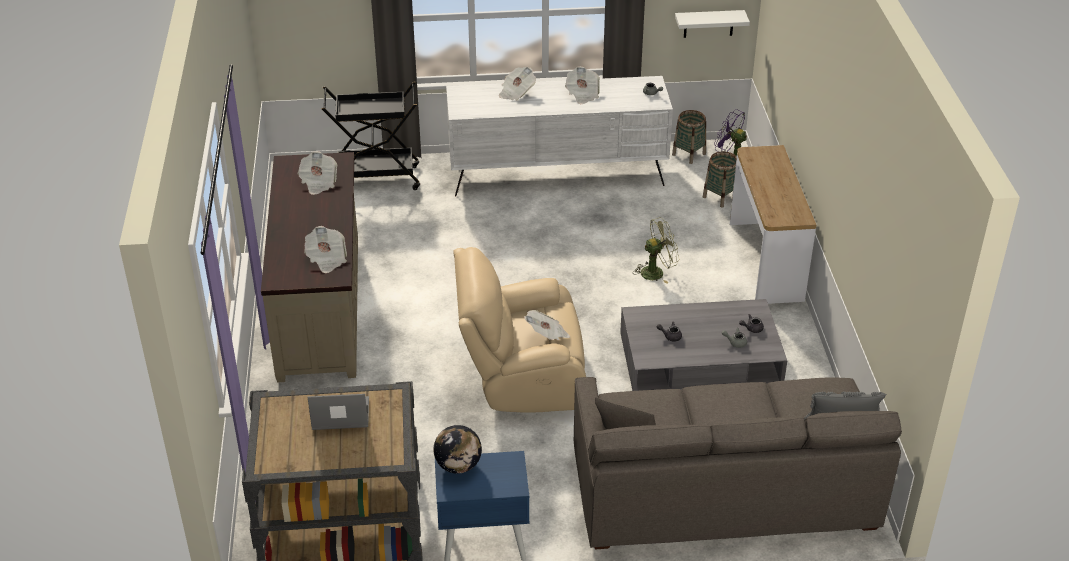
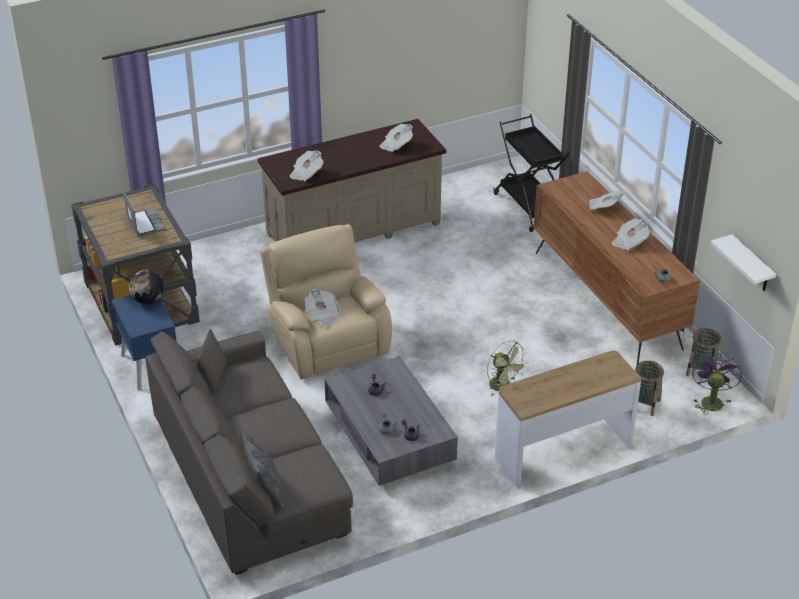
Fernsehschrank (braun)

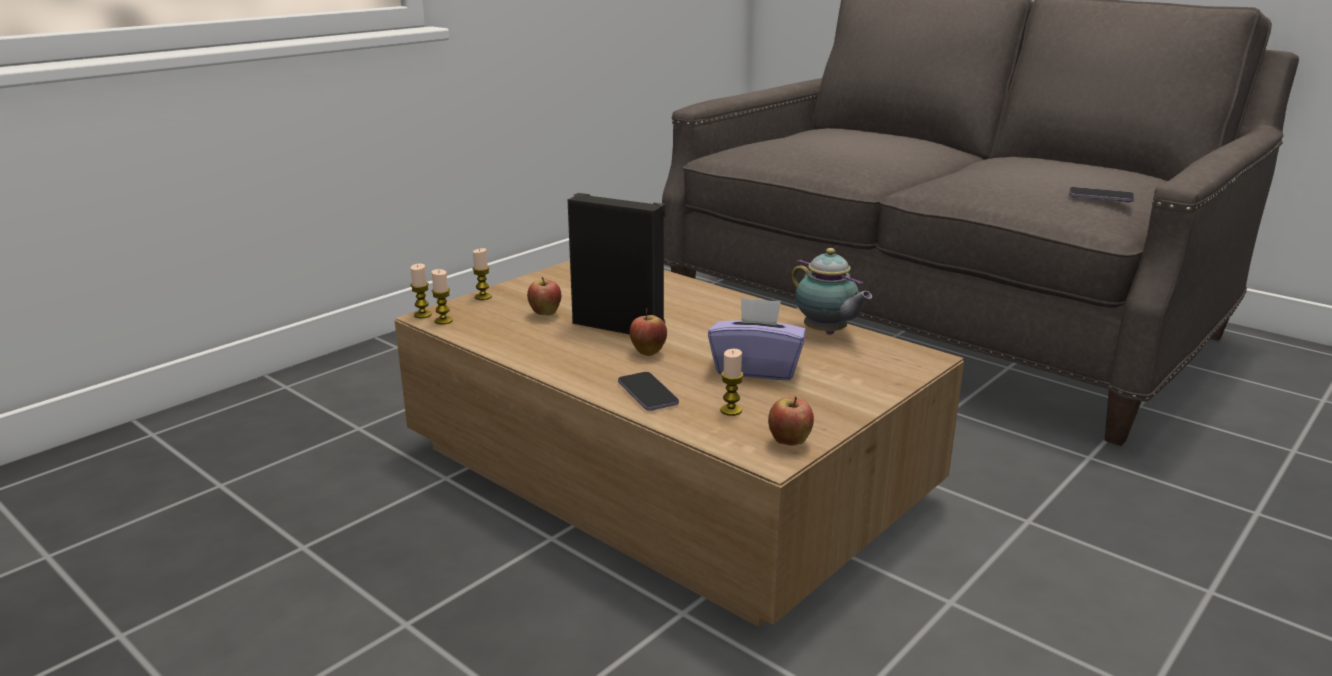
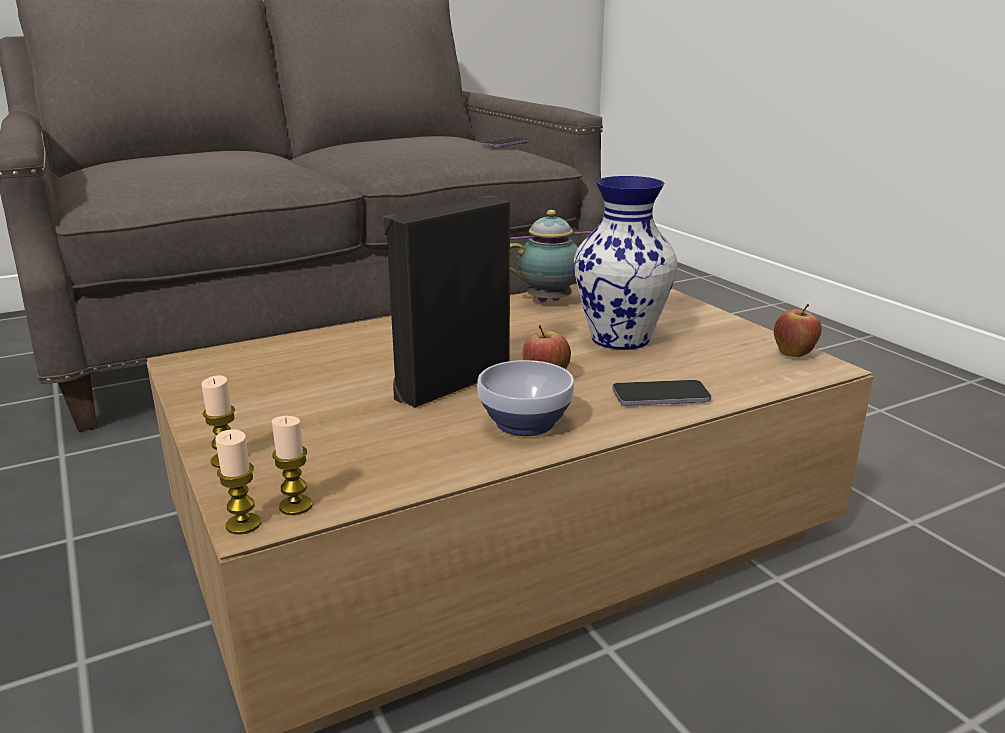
Apfel (1st from left in the first image); Kerze (4th from left in the first image); Schüssel; Vase

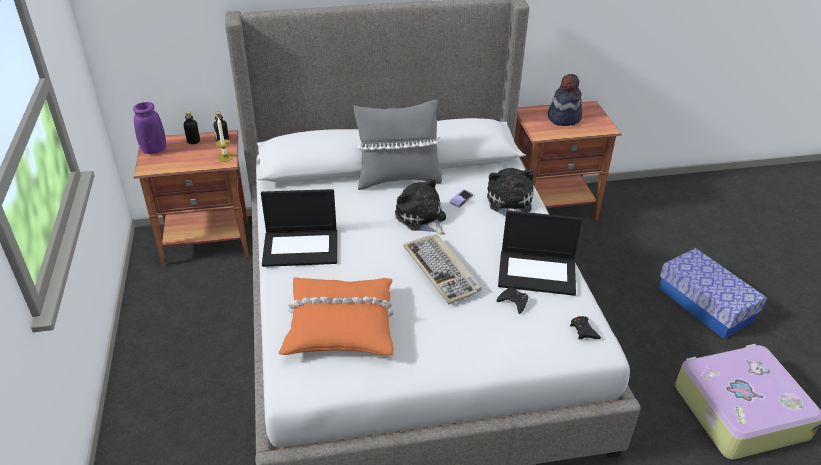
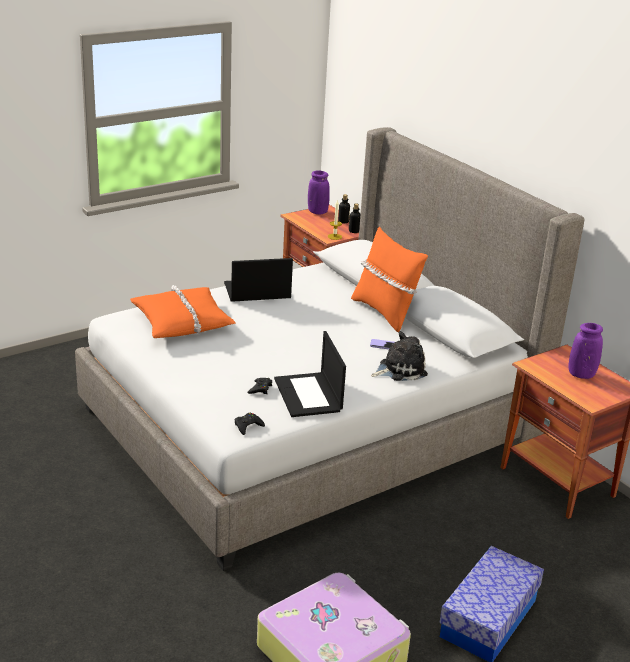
Plüschtier (1st from left in the first image); Tastatur; Vase (lila) (2nd from left); Kissen (orange) (2nd from left); Laptop (1st from left)

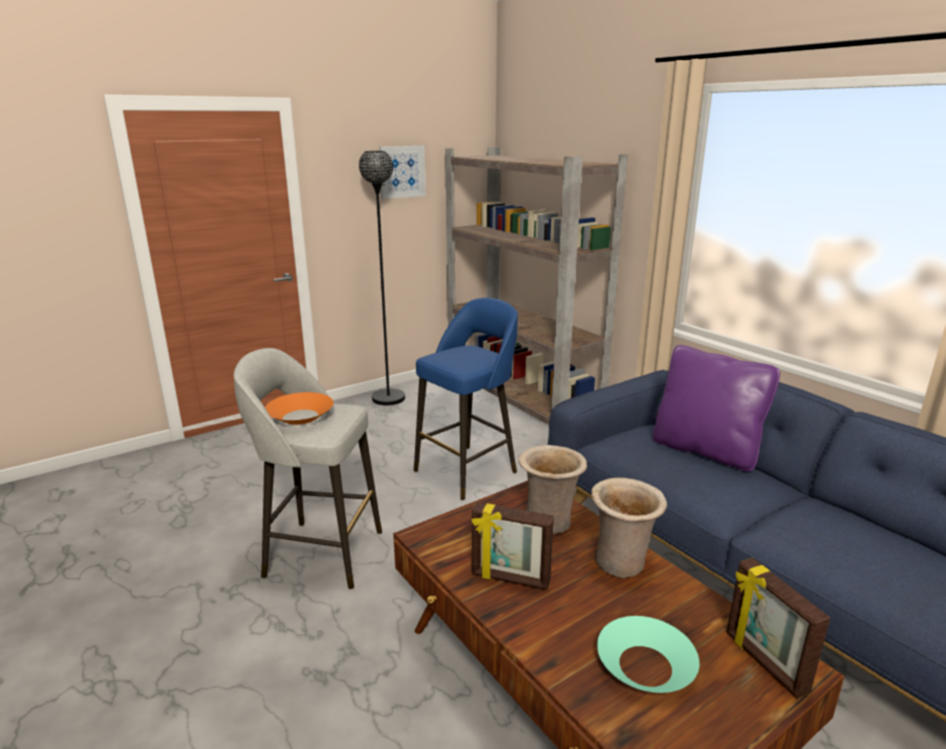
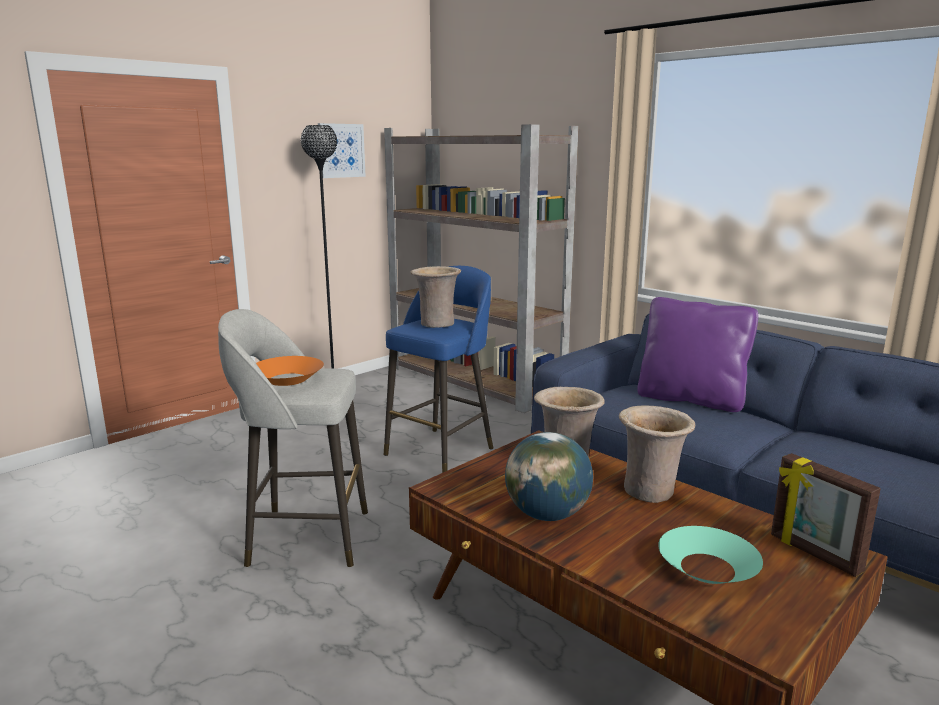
Vase (beige) (1st from left); Globus

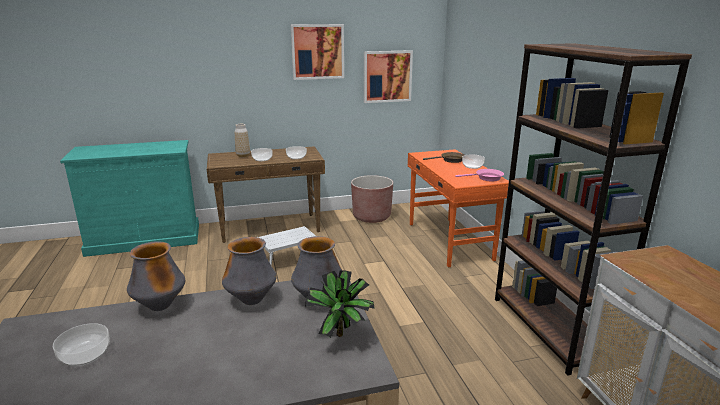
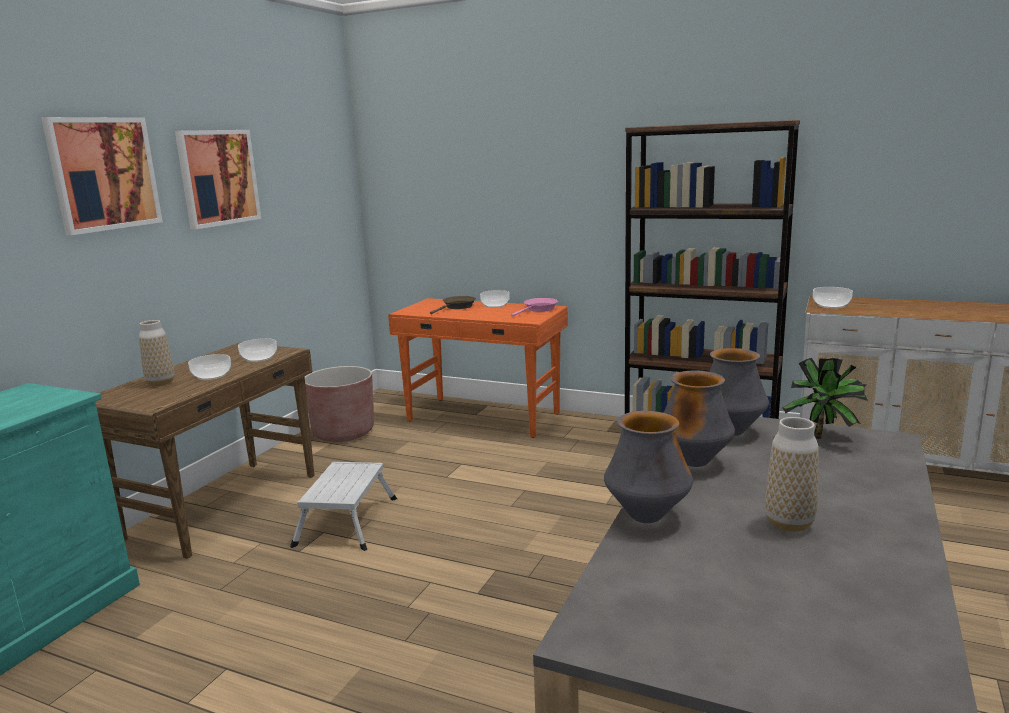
Vase (5th from left); Schüssel (4th from left); Bild (1st from left)

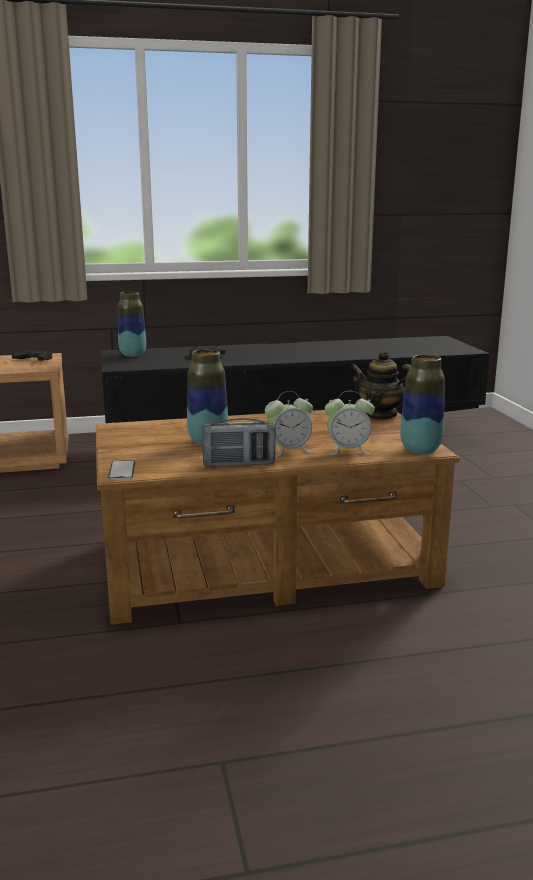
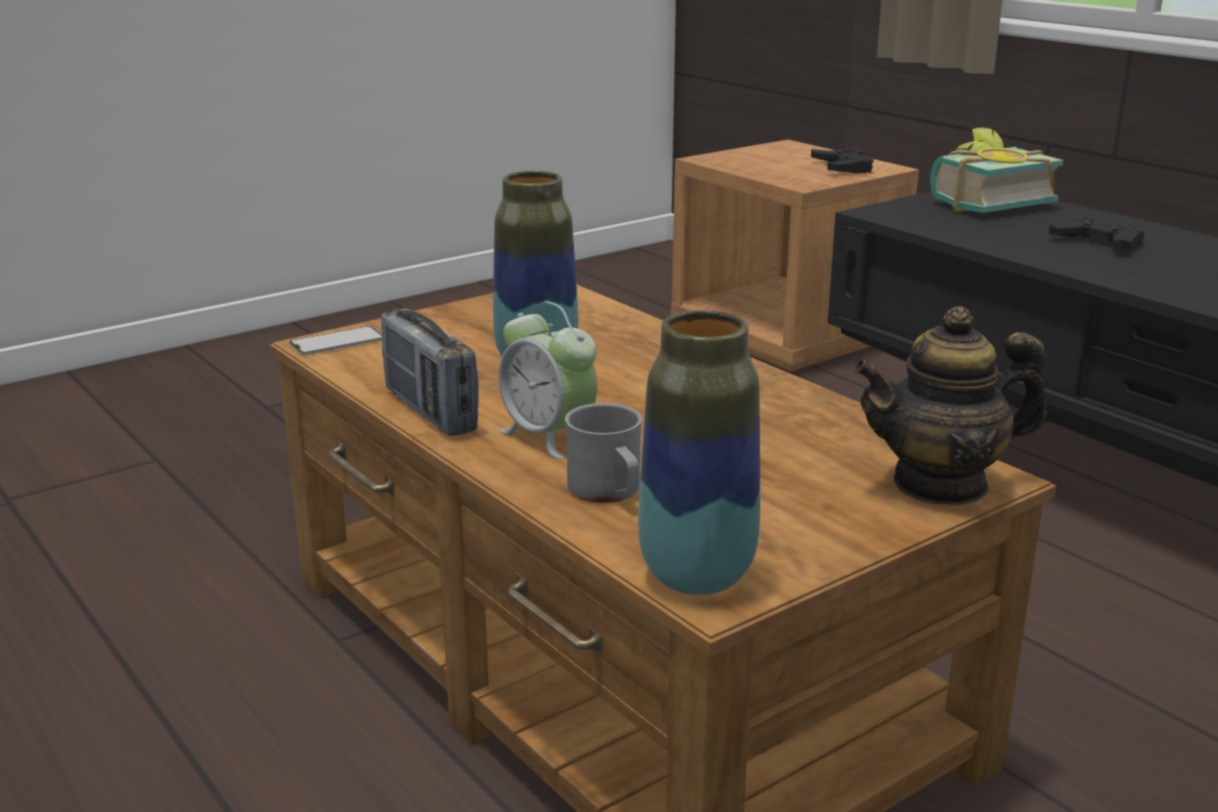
Buch; Henkelbecher (grau); Teekanne

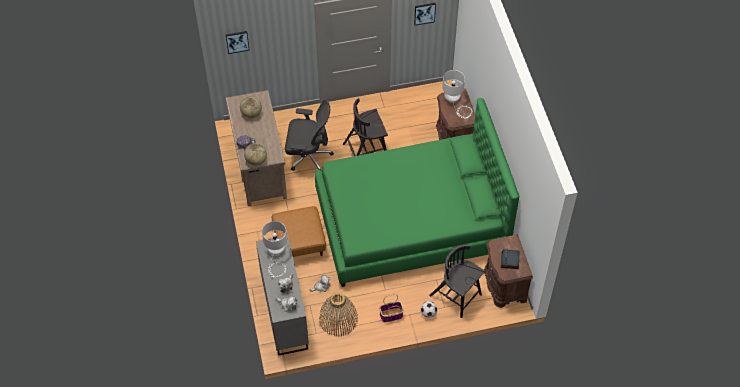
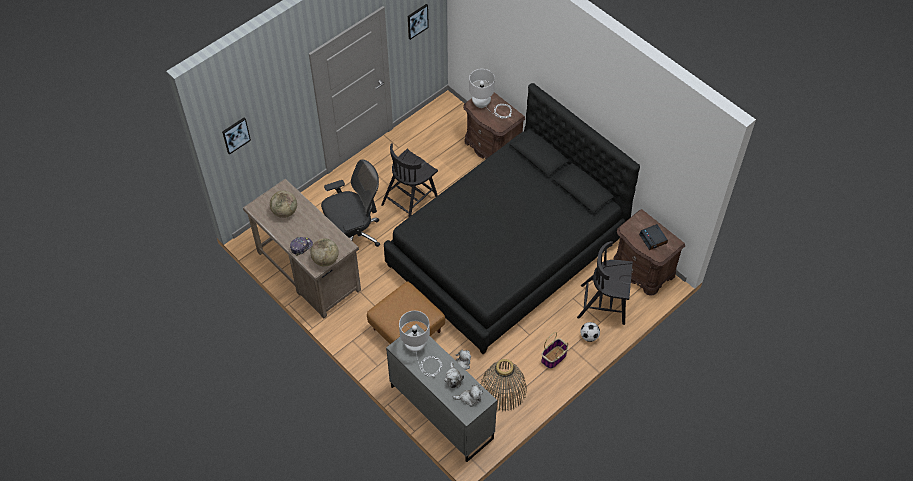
Bett (schwarz)

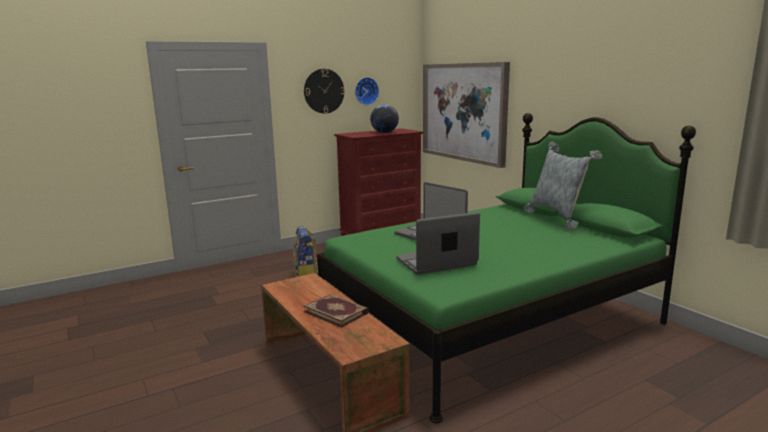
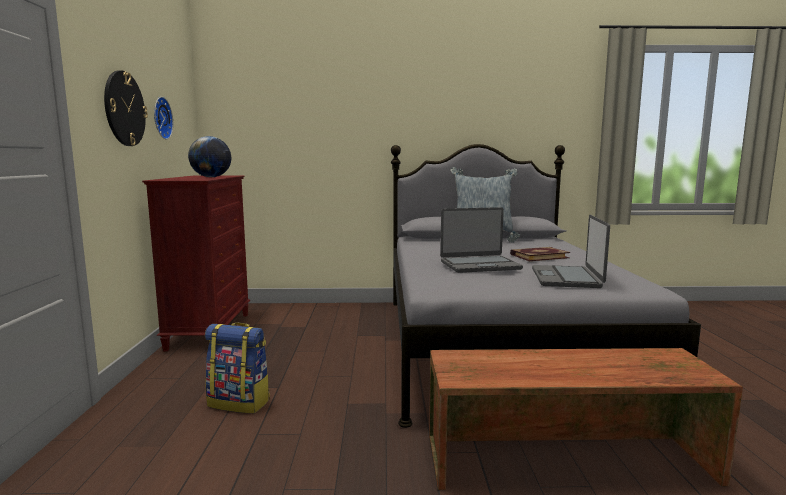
Bild; Buch; Bett (grau)

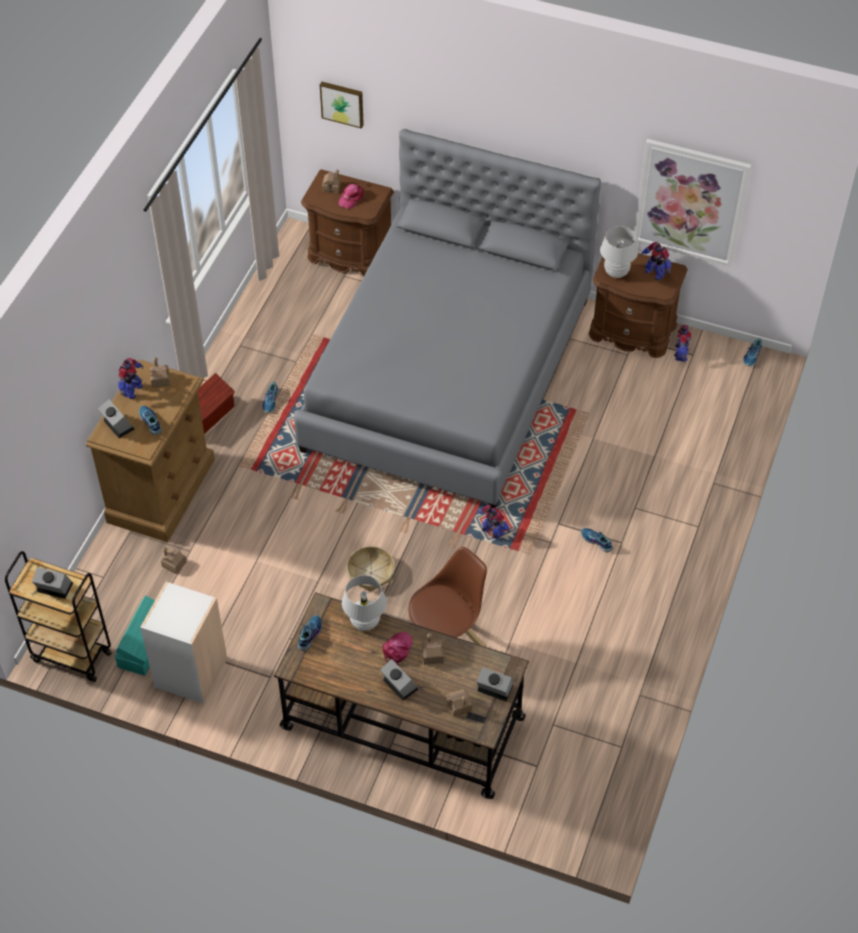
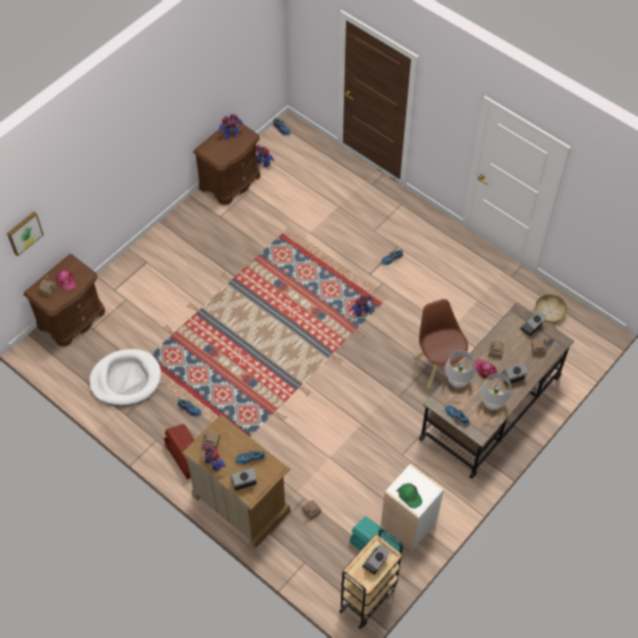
Bett (grau); Bild (2nd from left in the first image); Hundebett (weiß); Kappe (grün); Korb; Tischlampe (weiß) (2nd from left)

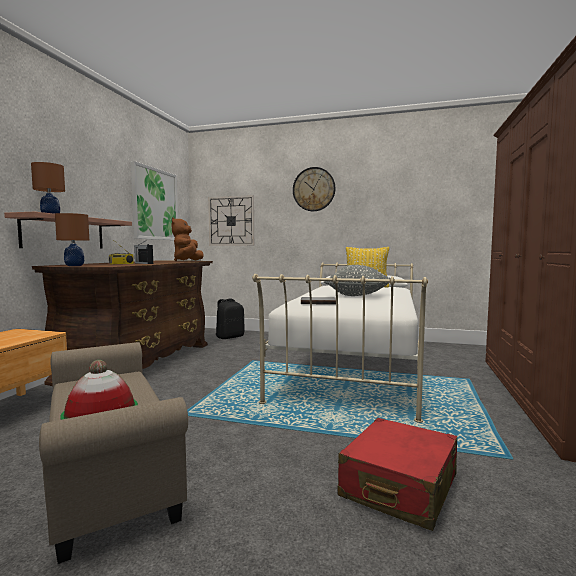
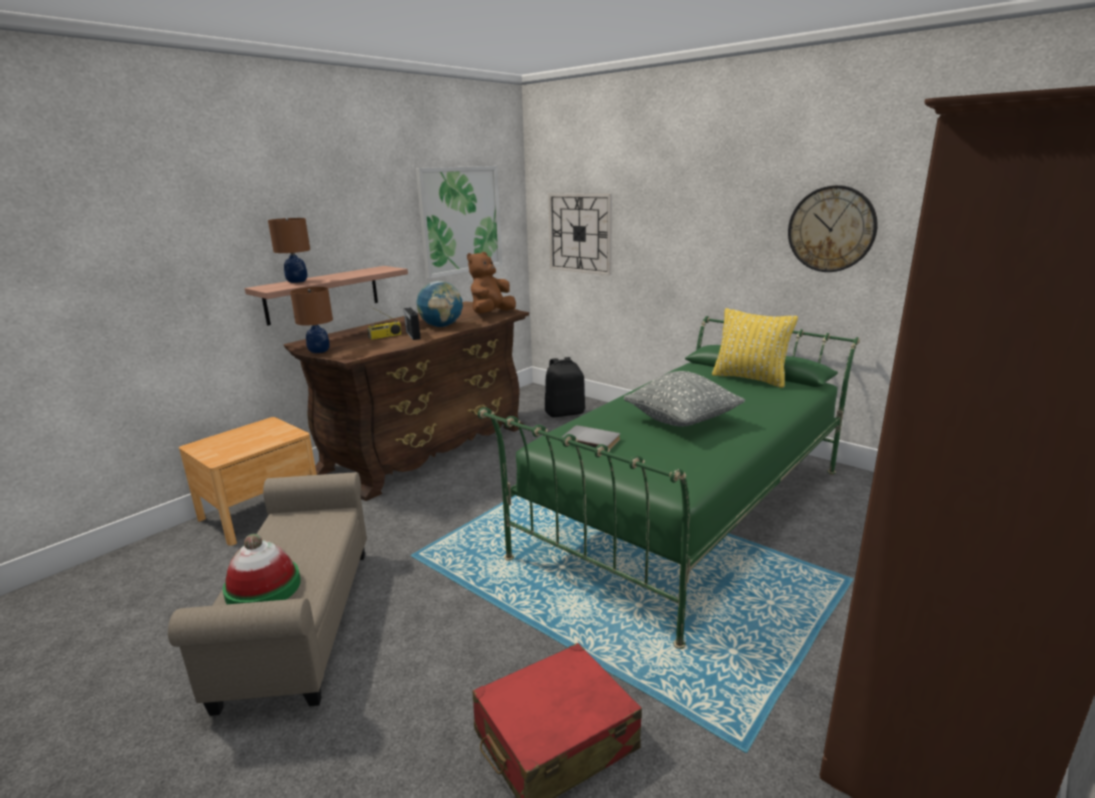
Globus; Wanduhr (2nd from left); Bett (grün)

